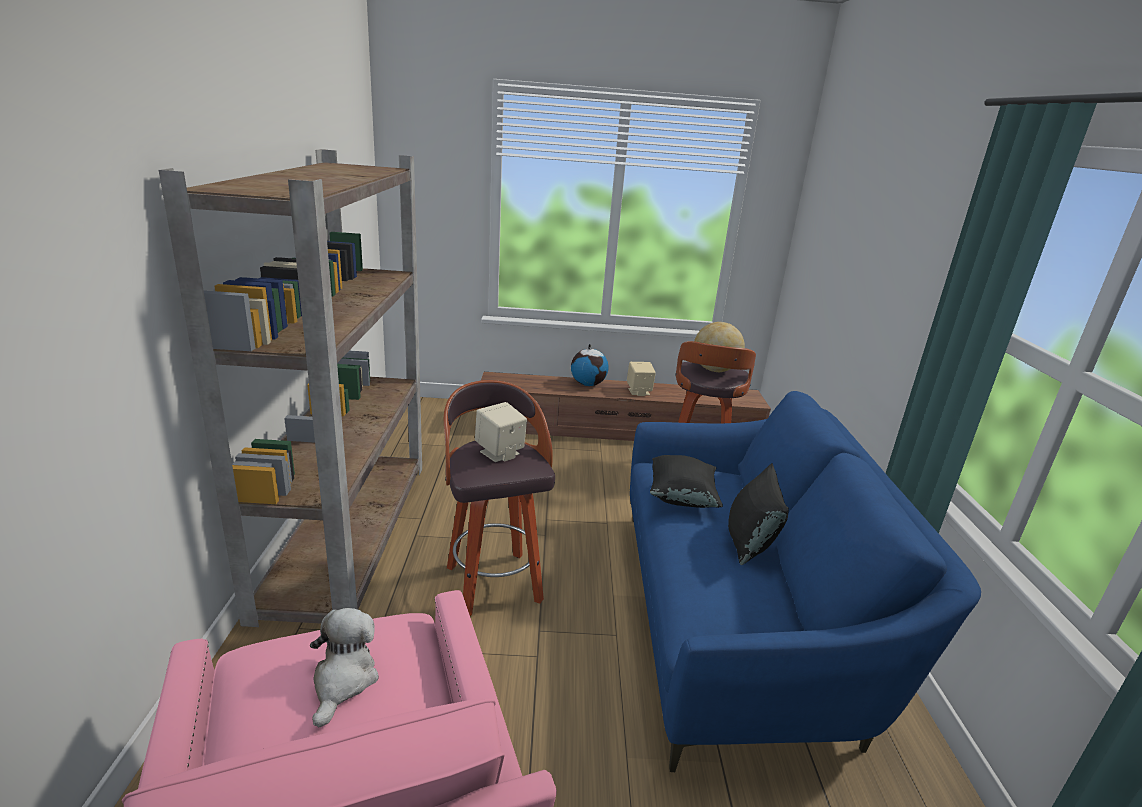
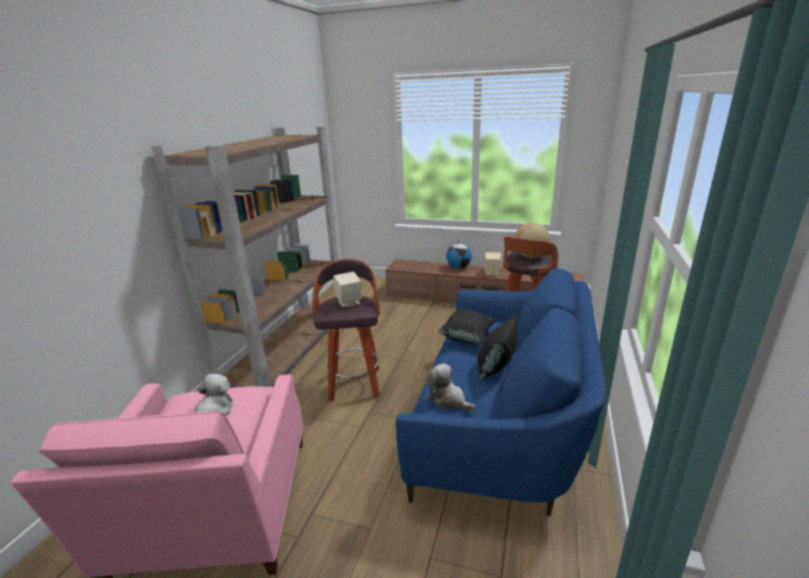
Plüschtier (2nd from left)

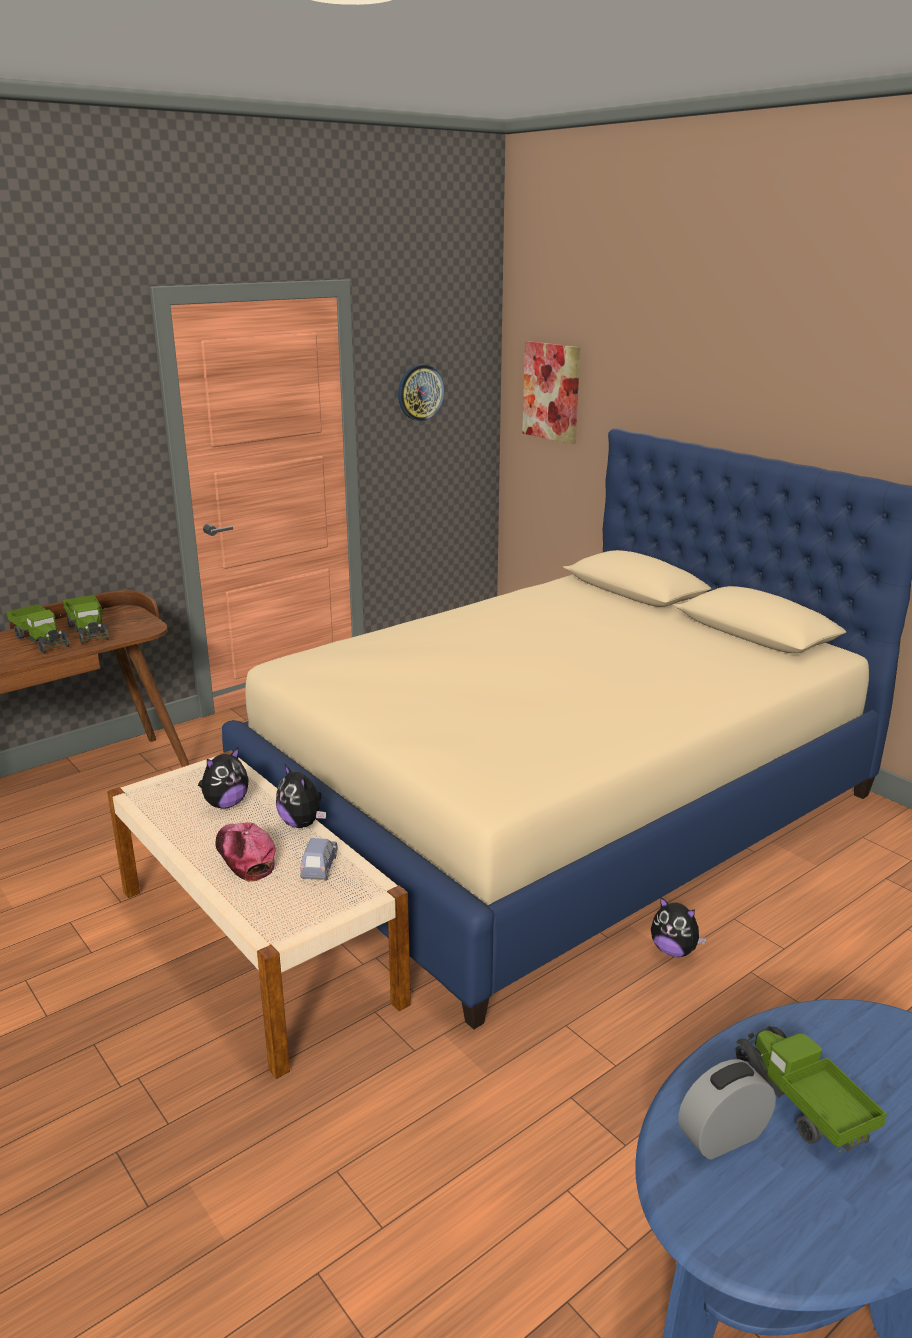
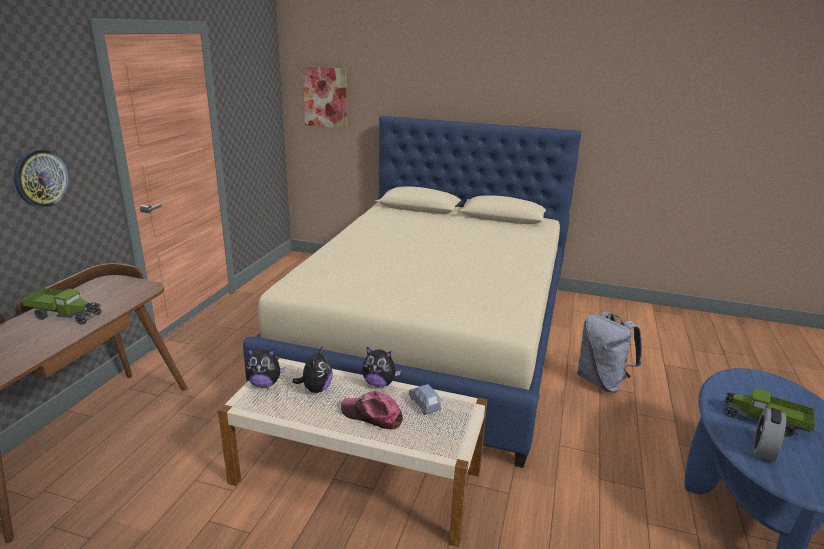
Spielzeuglaster (2nd from left in the first image); Rucksack (grau); Wanduhr; Plüschtier (1st from left)

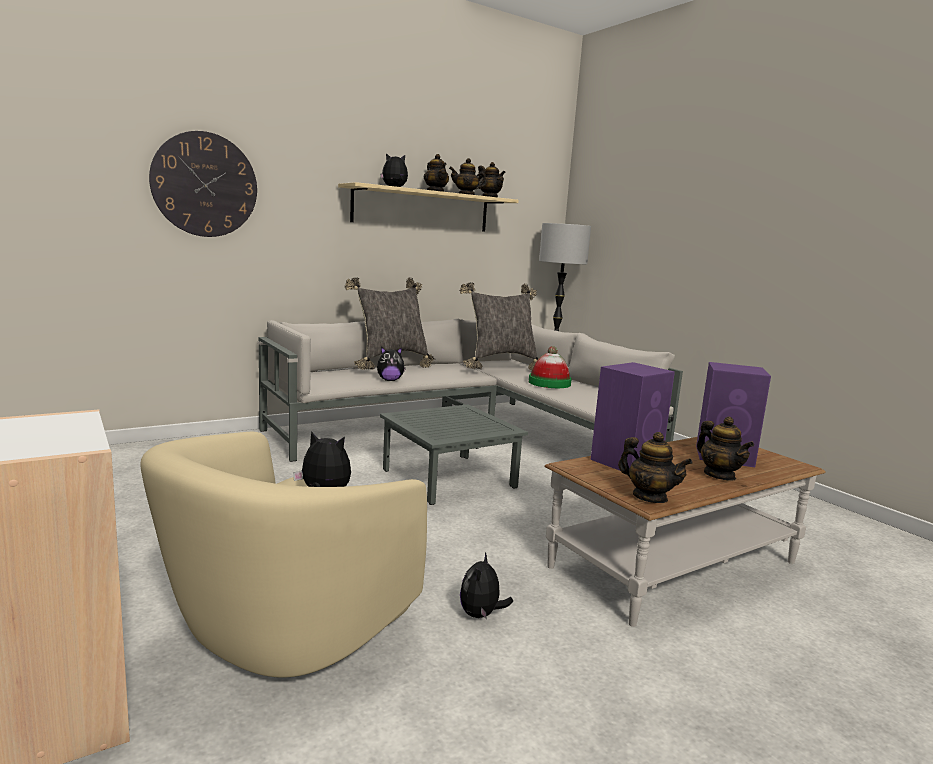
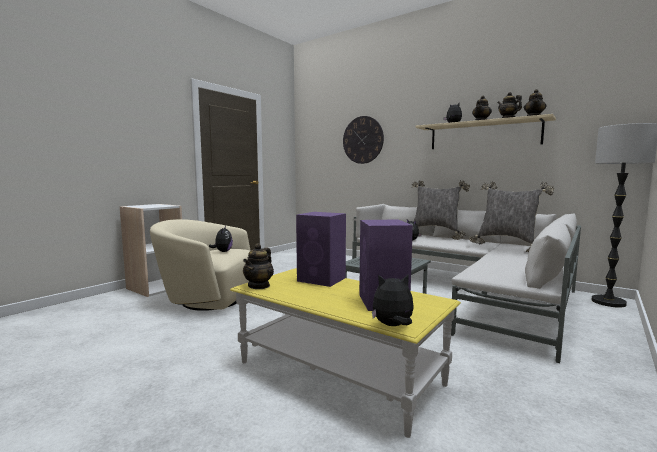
Hut; Teekanne (5th from left in the first image); Plüschtier (2nd from left); Couchtisch (gelb)

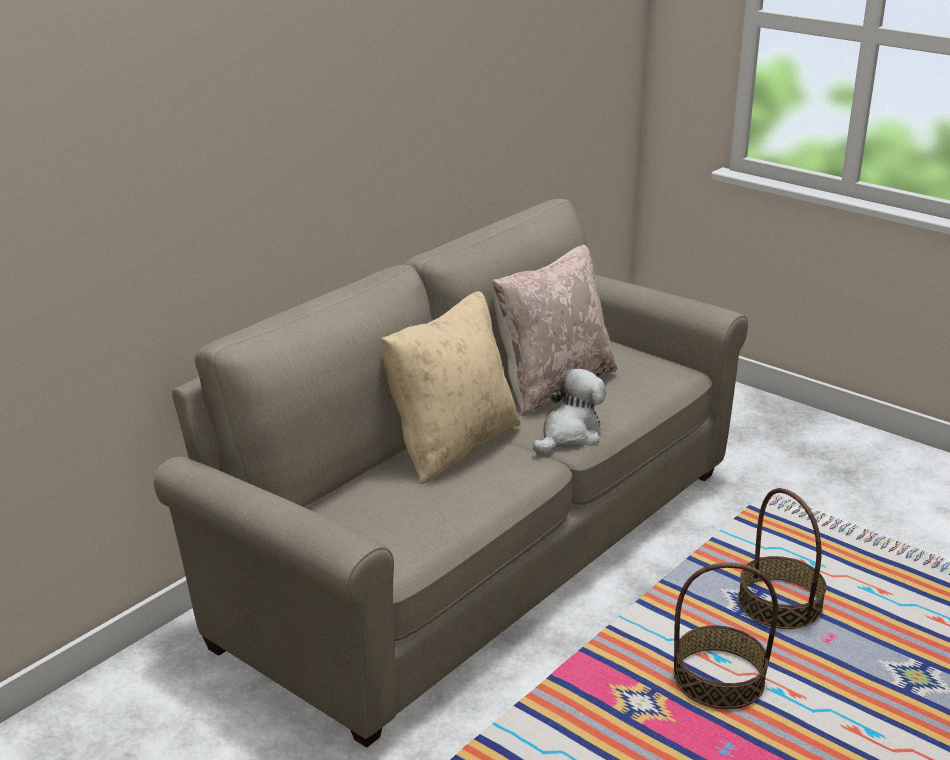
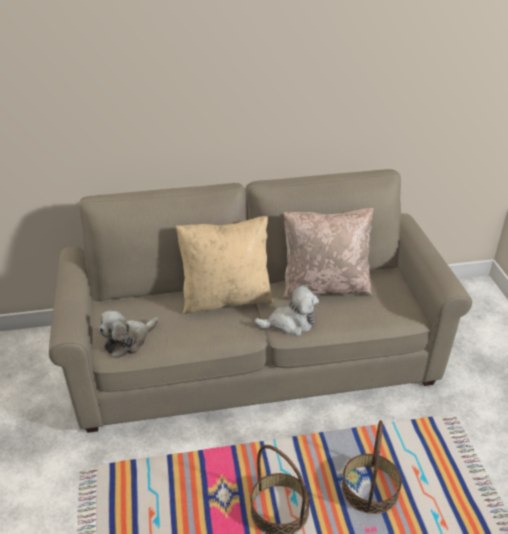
Plüschtier (1st from left)

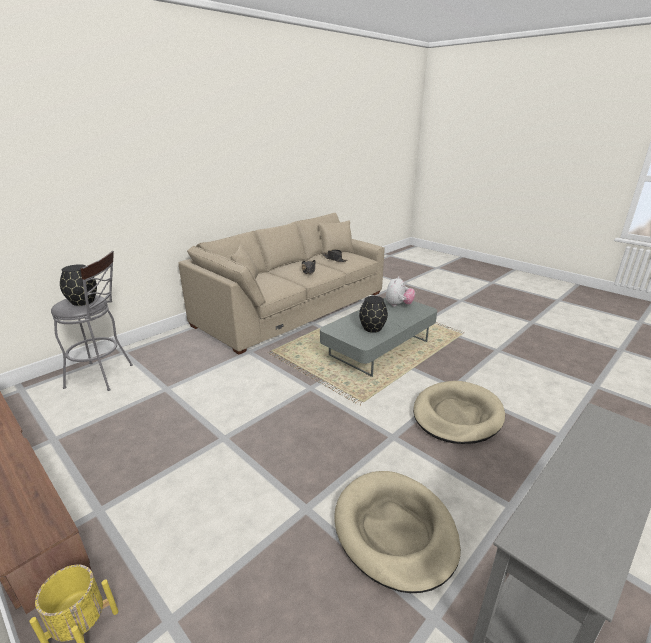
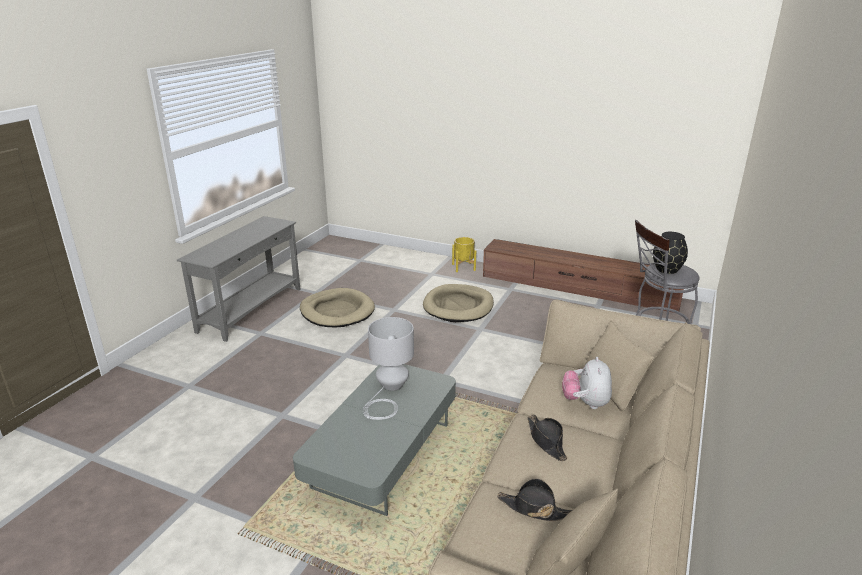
Plüschtier; Hundebett (beige) (2nd from left); Tischlampe (grau)

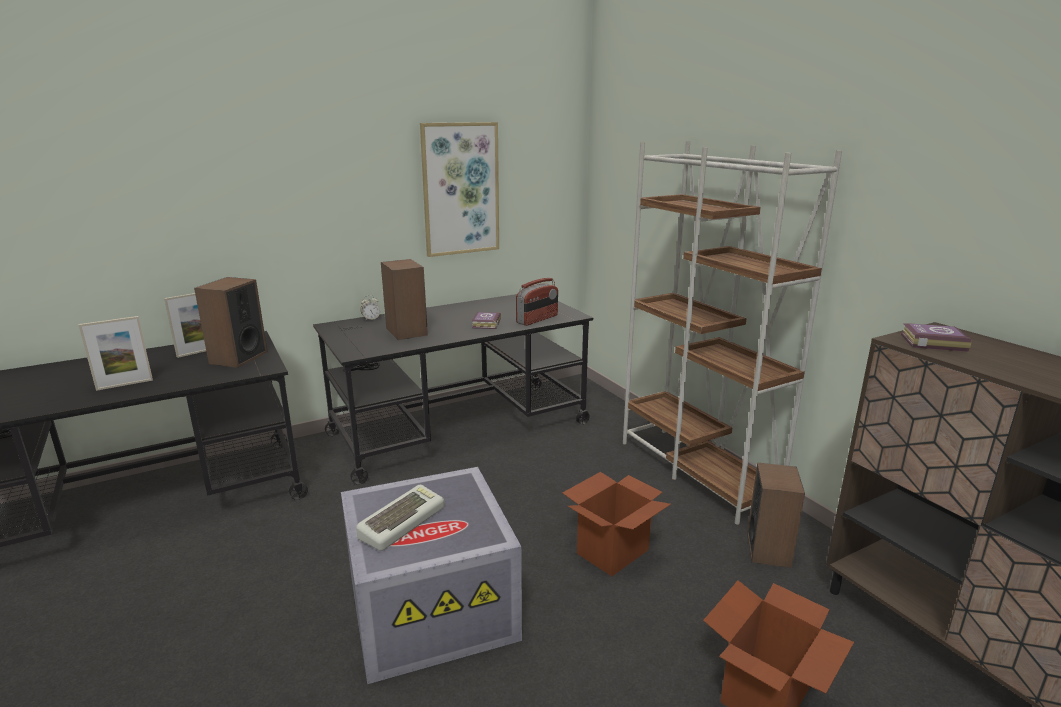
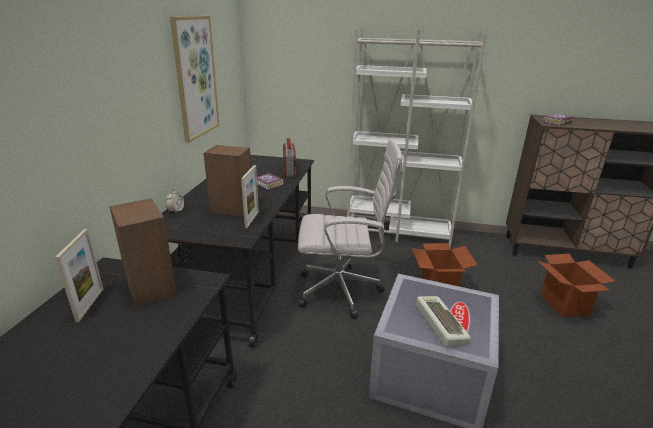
Lautsprecher (3rd from left in the first image); Bürostuhl (weiß); Bilderrahmen (2nd from left); Bücherregal (weiß)

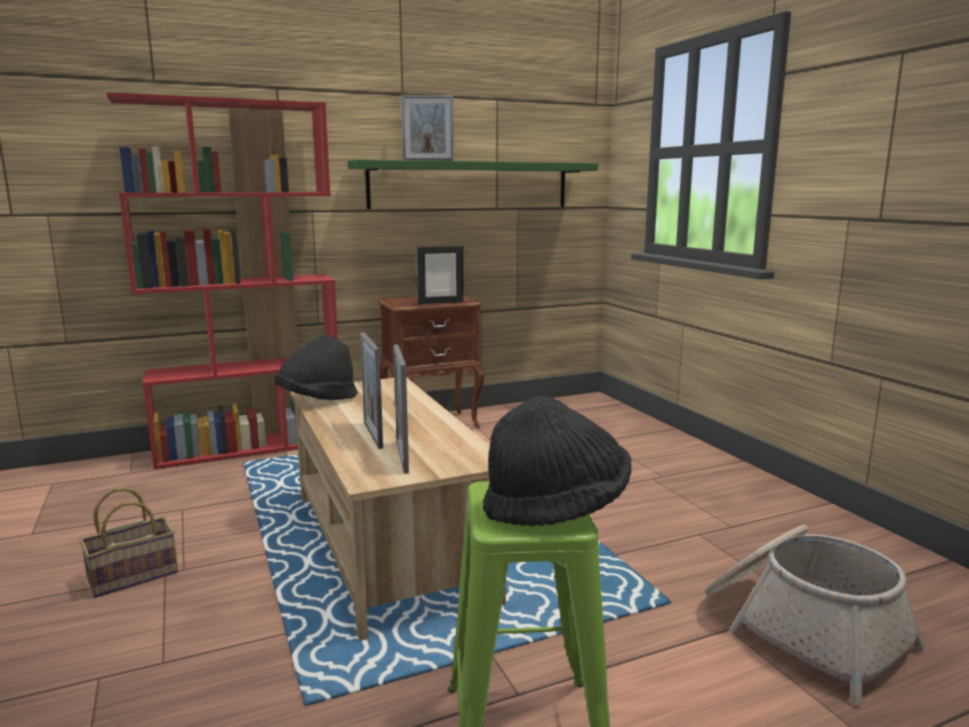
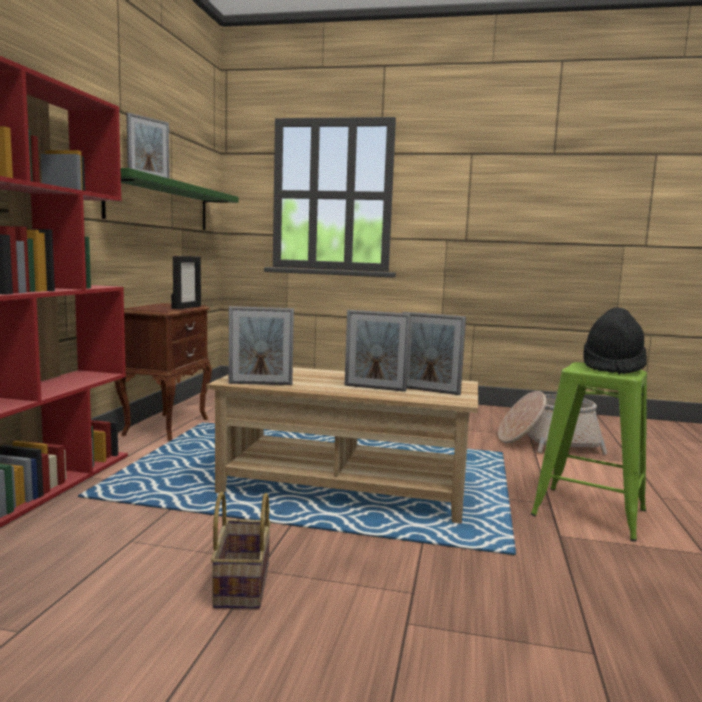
Bilderrahmen (3rd from left)

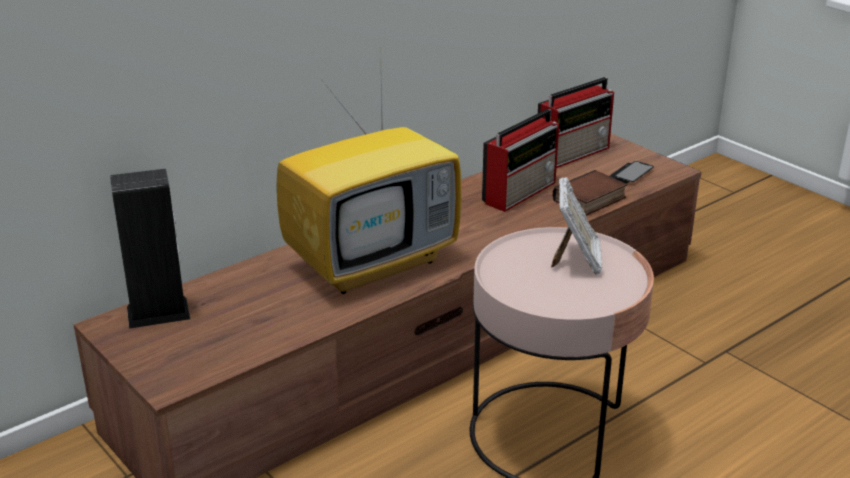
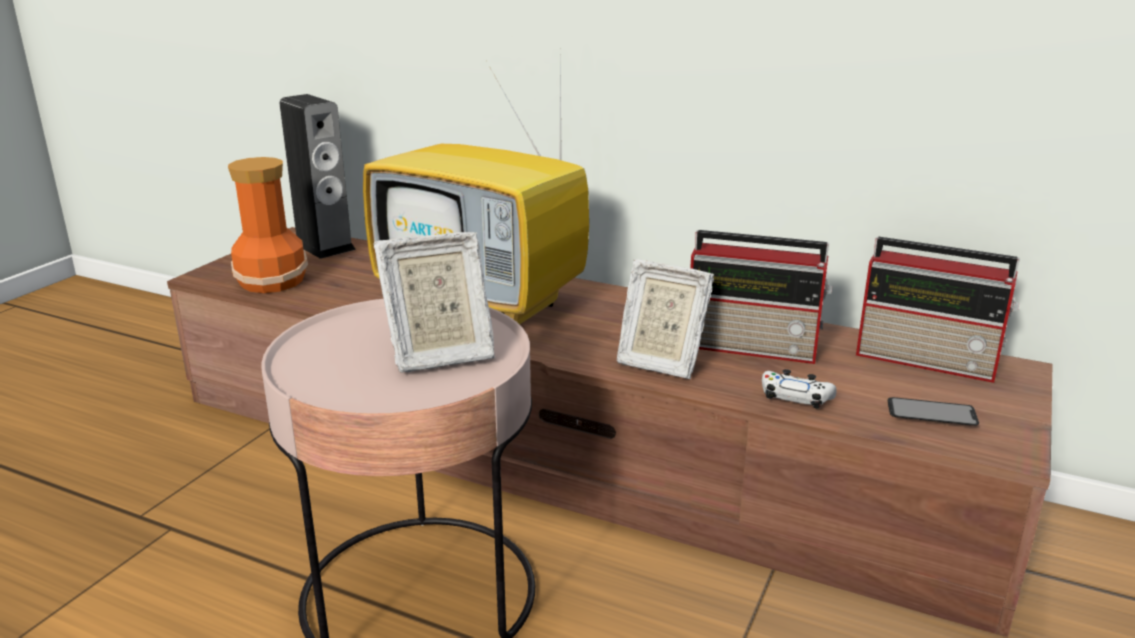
Vase; Bilderrahmen (2nd from left); Gamepad (weiß)

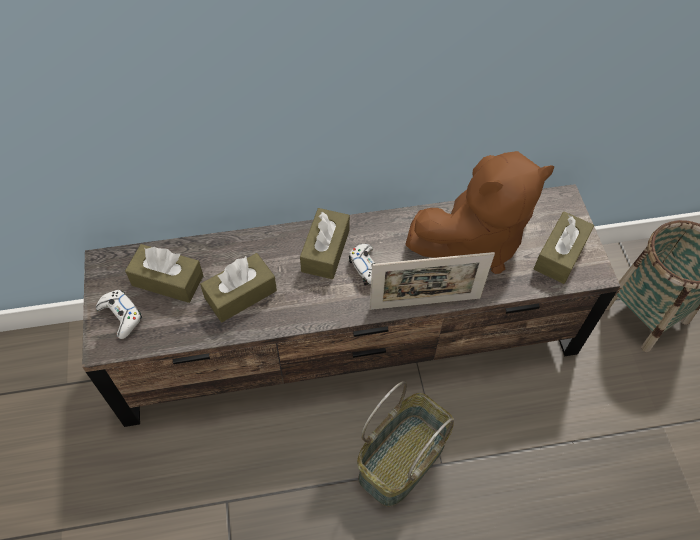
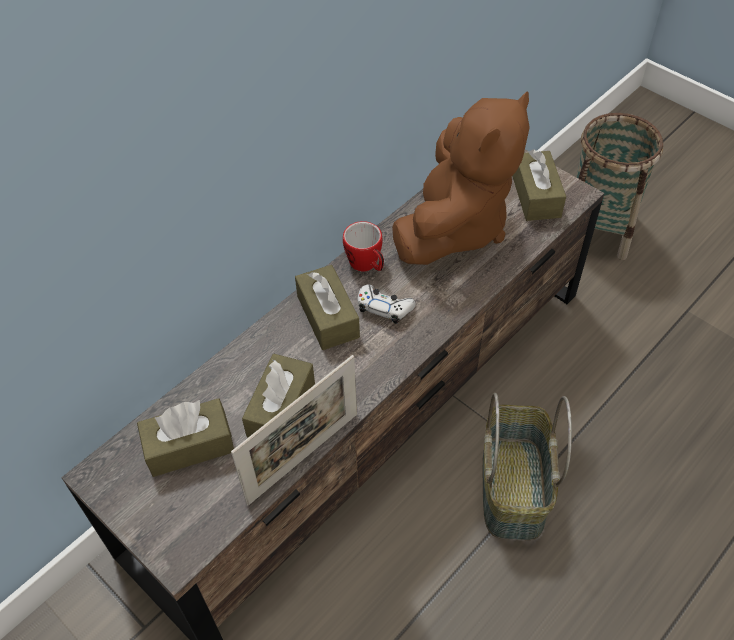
Gamepad (weiß) (1st from left in the first image); Henkelbecher; Bilderrahmen

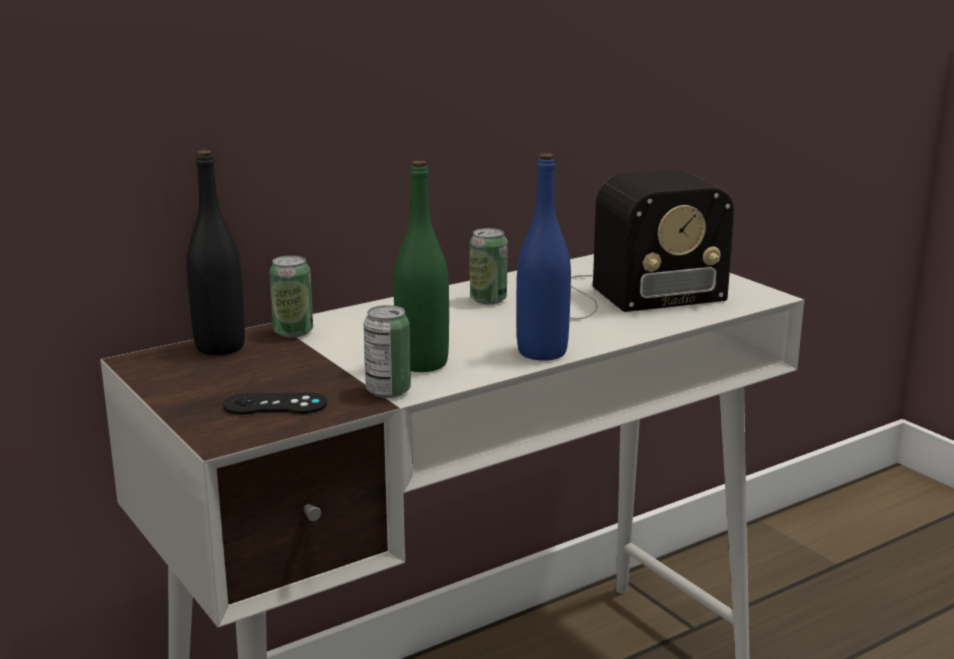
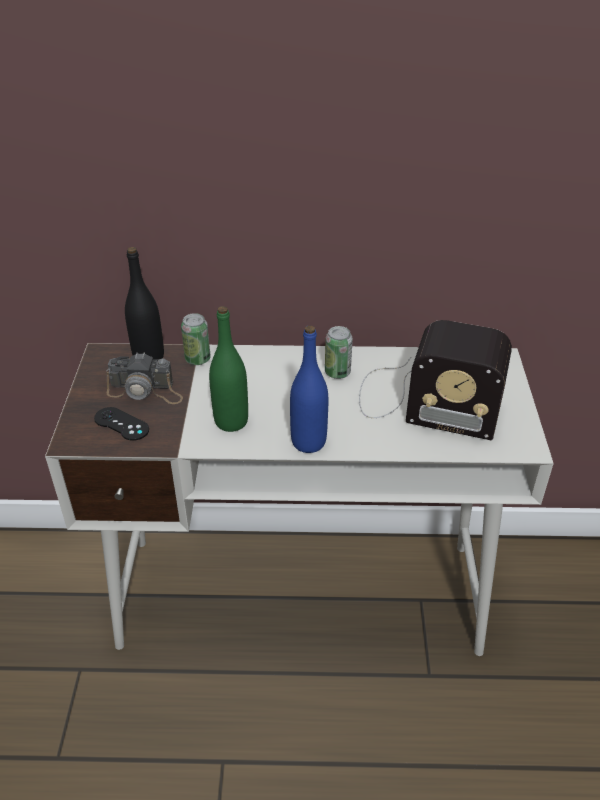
Dose (2nd from left in the first image); Kamera

